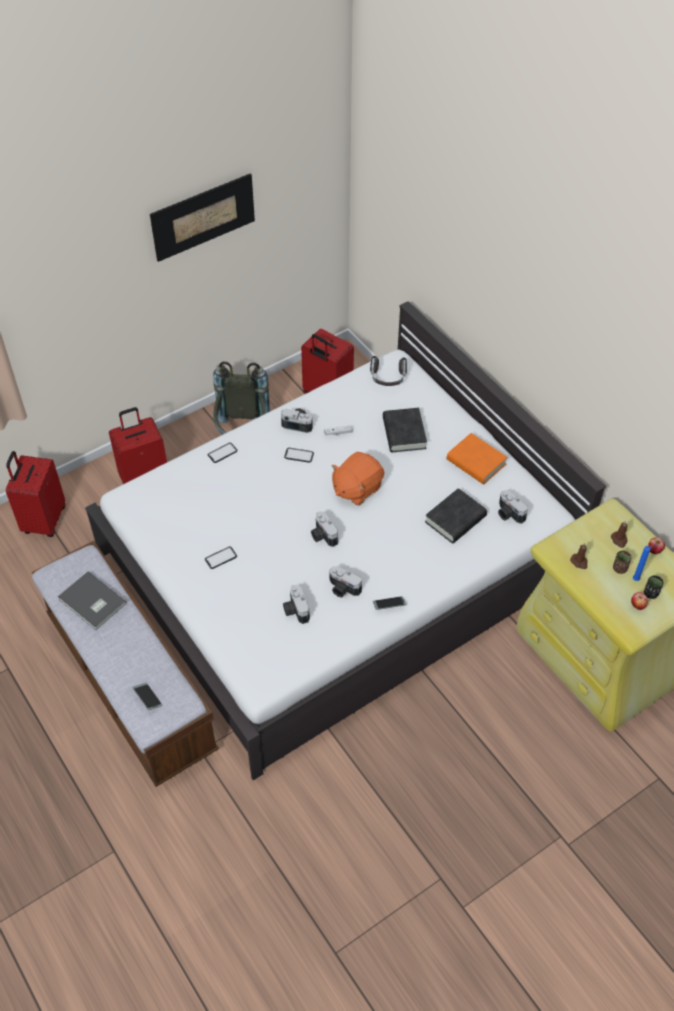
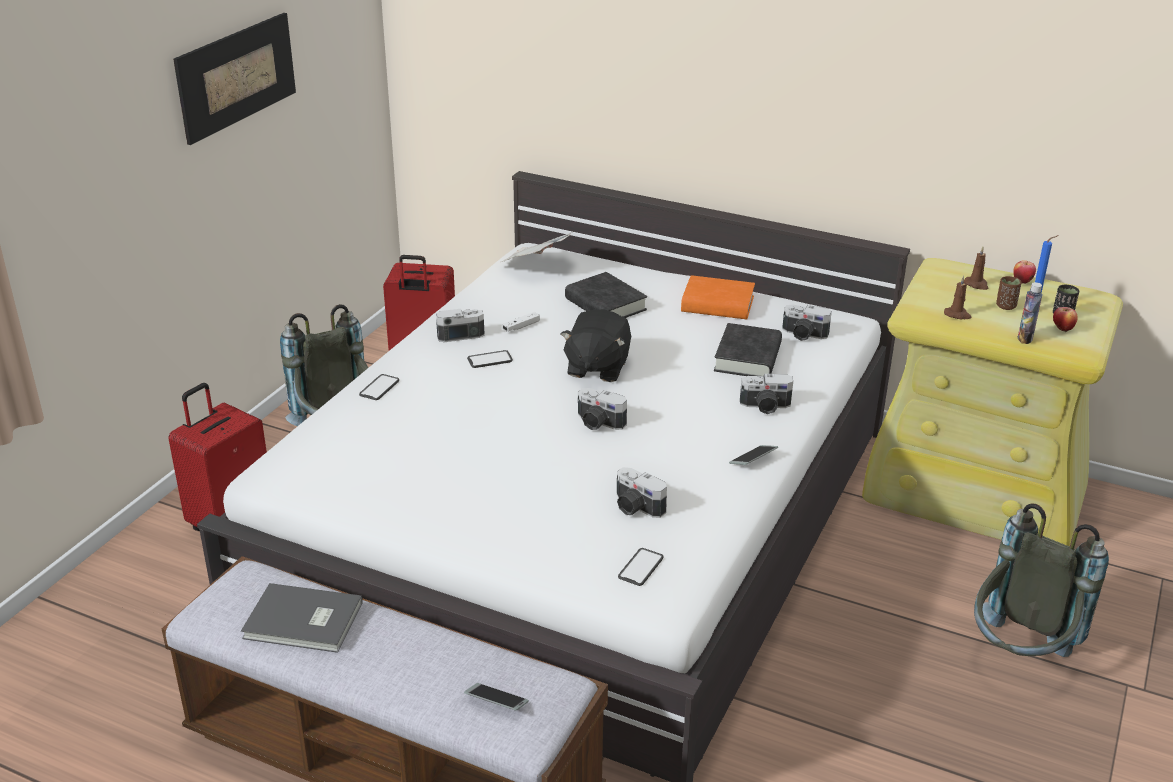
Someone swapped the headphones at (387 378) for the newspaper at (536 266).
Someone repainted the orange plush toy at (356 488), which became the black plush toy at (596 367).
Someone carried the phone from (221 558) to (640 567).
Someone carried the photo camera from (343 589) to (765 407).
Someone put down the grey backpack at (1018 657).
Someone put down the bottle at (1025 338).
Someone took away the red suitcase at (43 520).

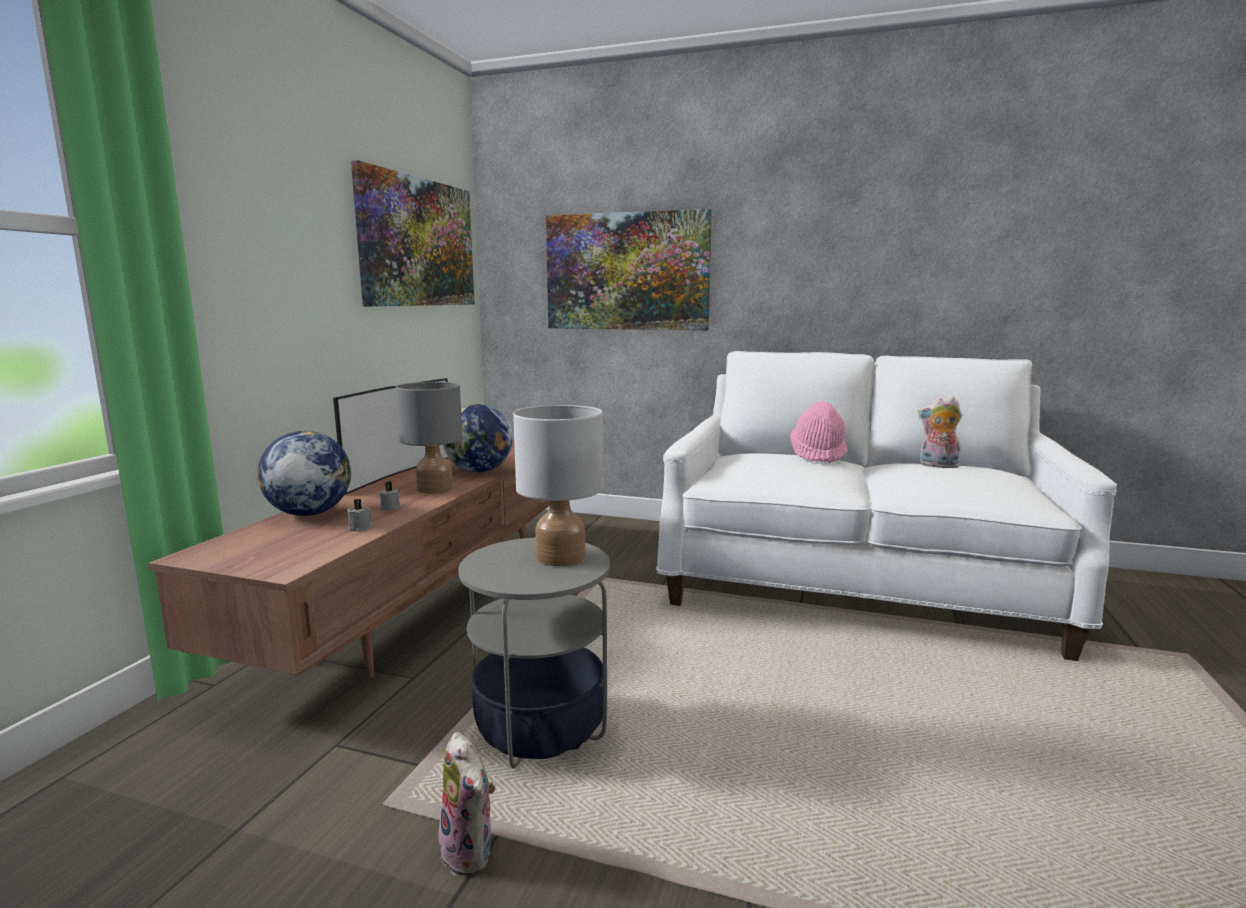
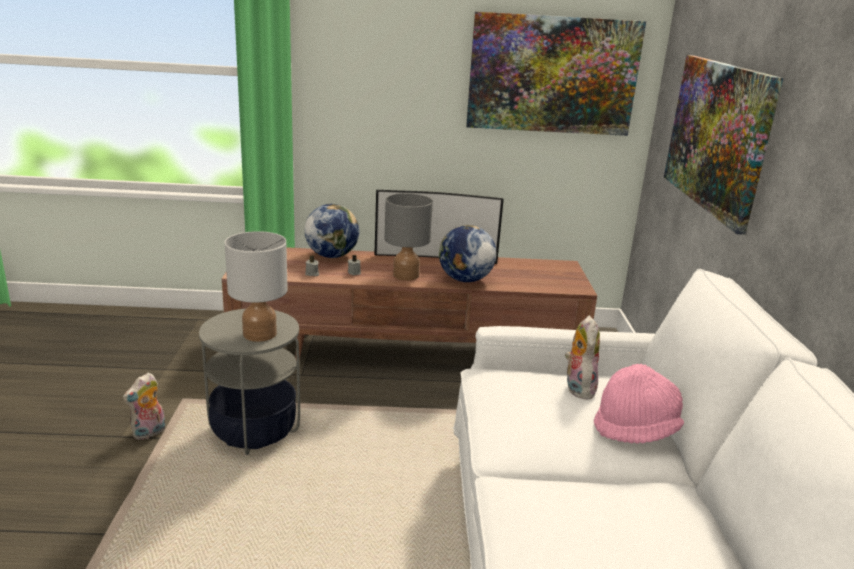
Someone carried the plush toy from (937 466) to (577 388).

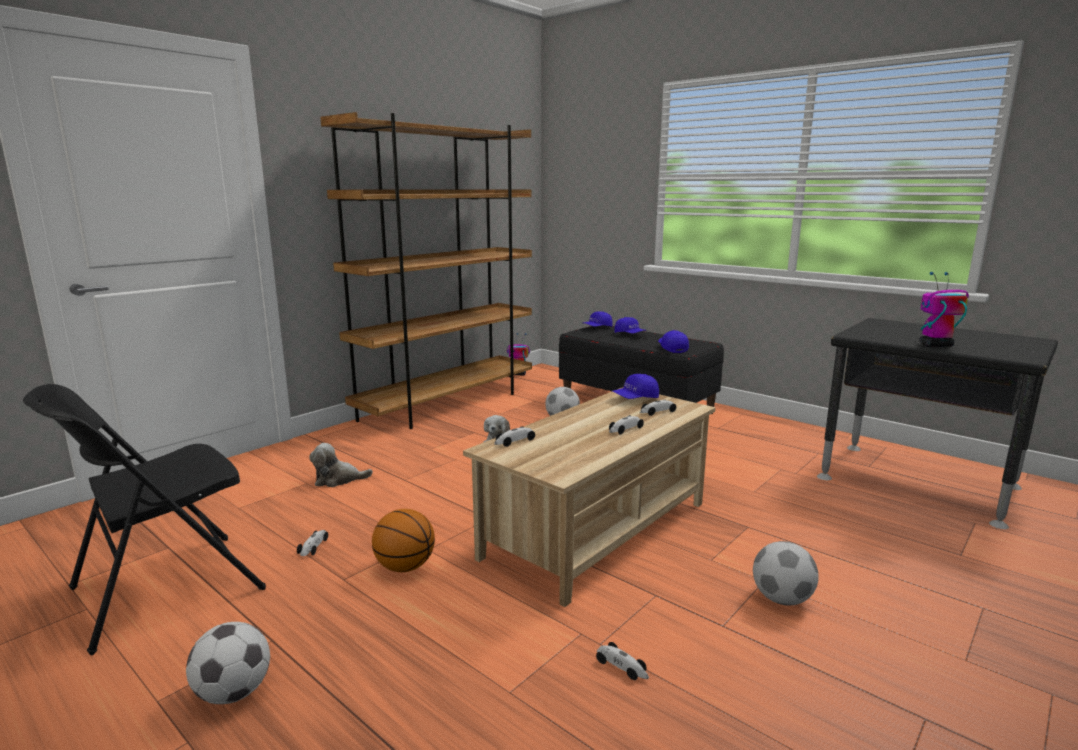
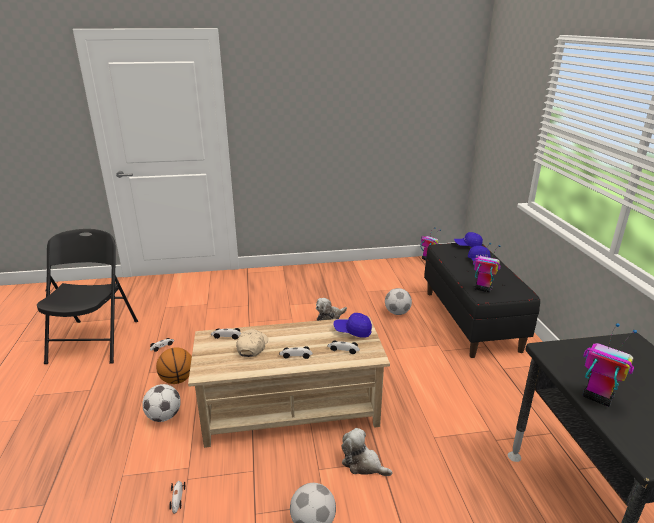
Someone rotated the black chair at (167 588) by 90 degrees clockwise.
Someone carried the football from (234 693) to (164 416).
Someone put down the beige cap at (252 347).
Someone carried the plush toy from (338 479) to (363 464).
Someone swapped the blue cap at (672 348) for the toy robot at (482 289).
Someone took away the brown bookcase at (447 404).

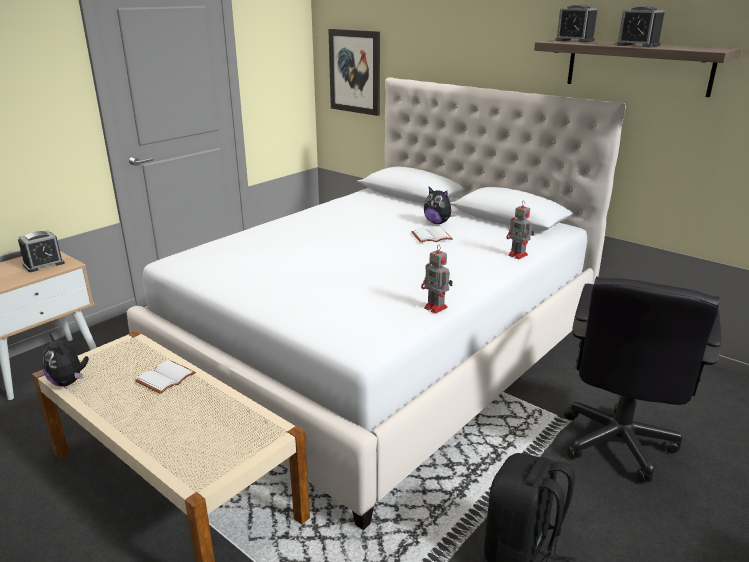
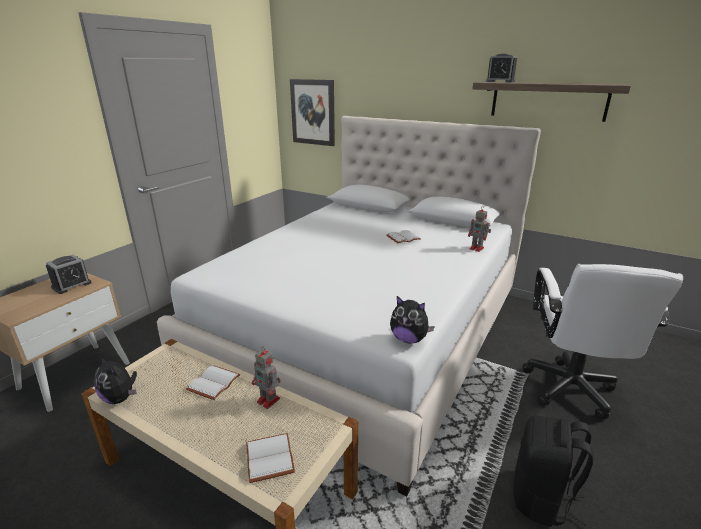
Someone put down the white book at (271 458).
Someone carried the toy robot from (436 308) to (269 401).
Someone carried the plush toy from (437 223) to (409 339).
Someone repainted the black office chair at (617 448), which became the white office chair at (570 392).
Someone took away the alarm clock at (637 45).

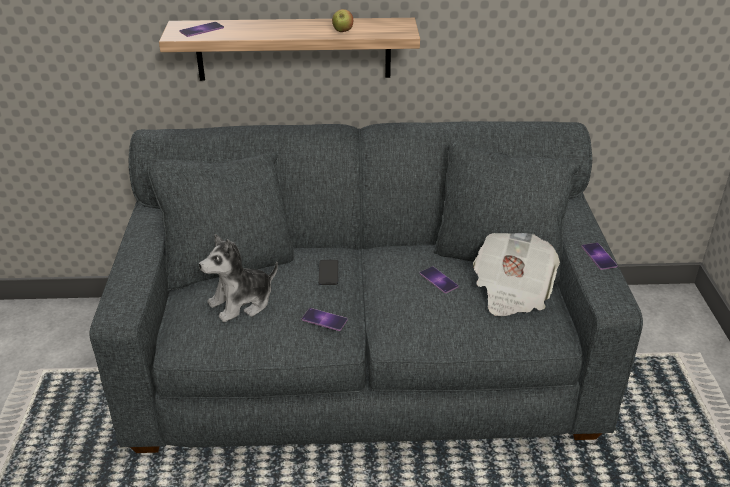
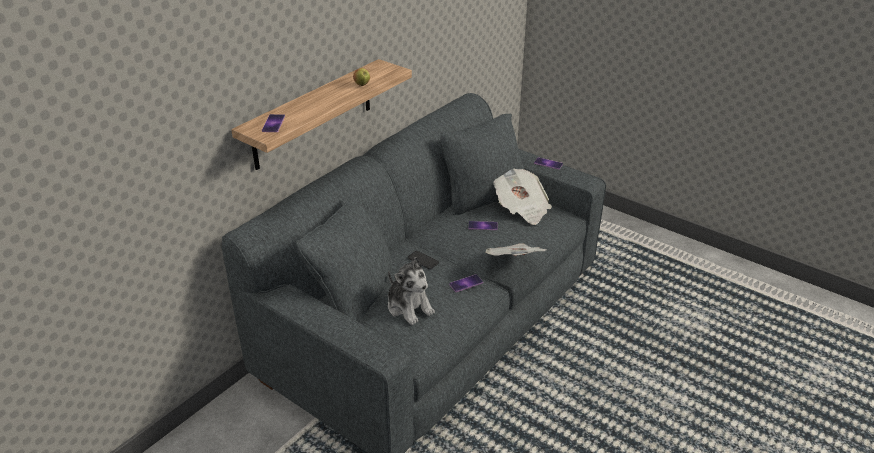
Someone rotated the plush toy at (242 302) by 45 degrees counterclockwise.
Someone put down the newspaper at (514 263).

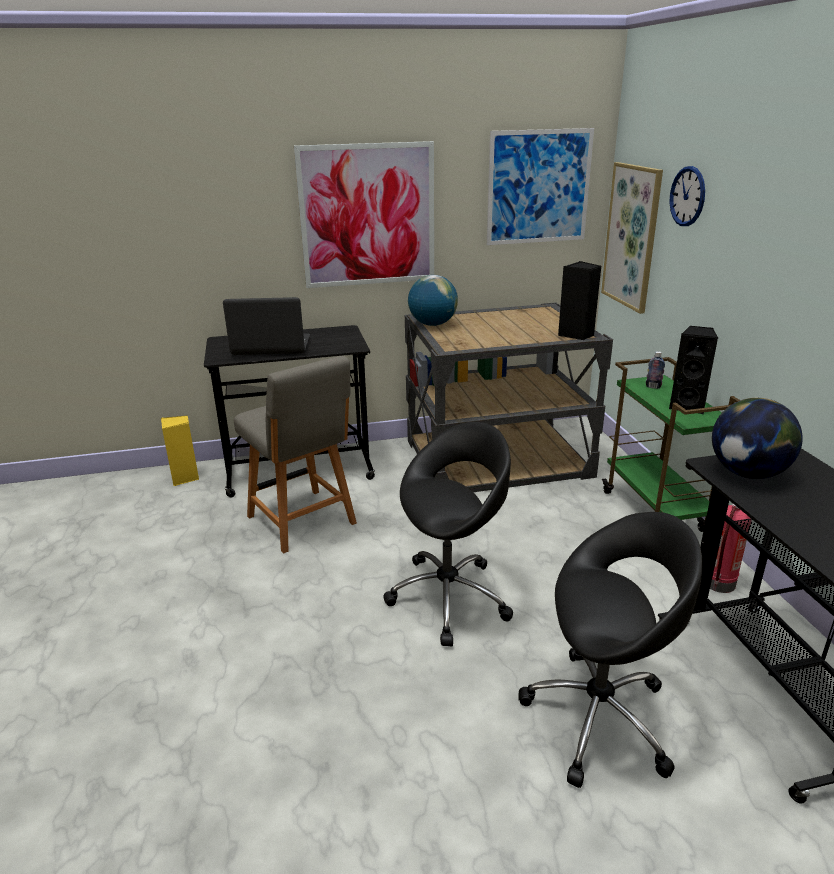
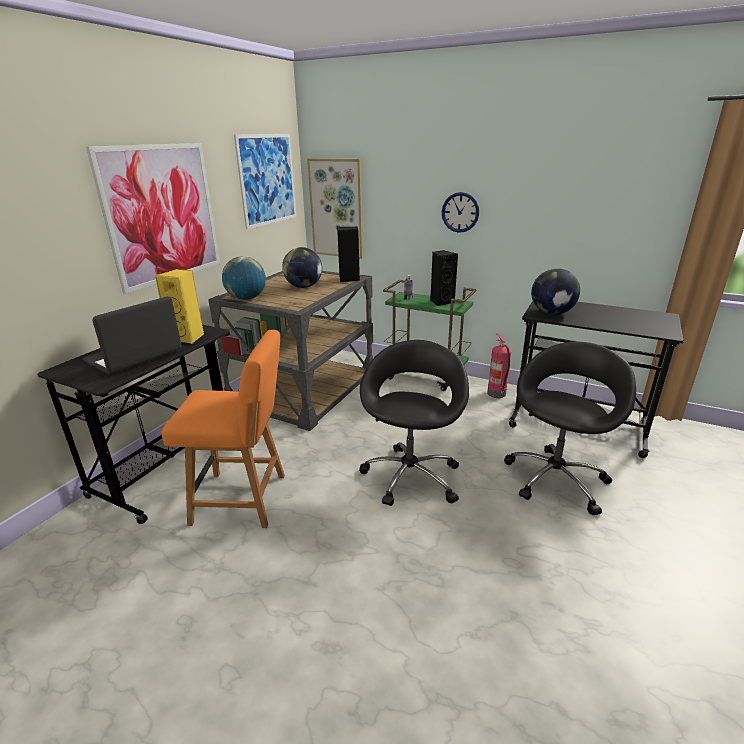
Someone carried the yellow speaker from (185 478) to (188 337).
Someone repainted the grey chair at (303 522), which became the orange chair at (243 499).
Someone put down the globe at (304 287).
Someone carried the wall clock from (687 196) to (460 212).

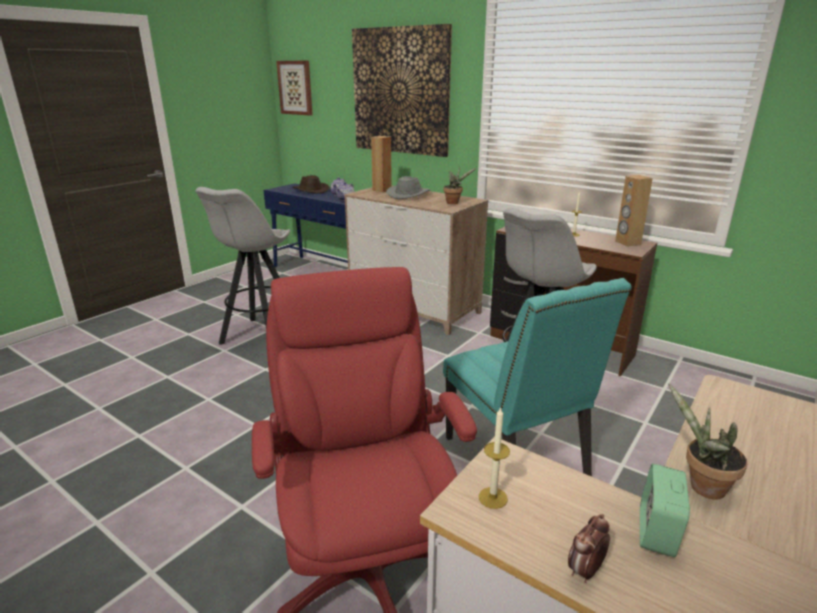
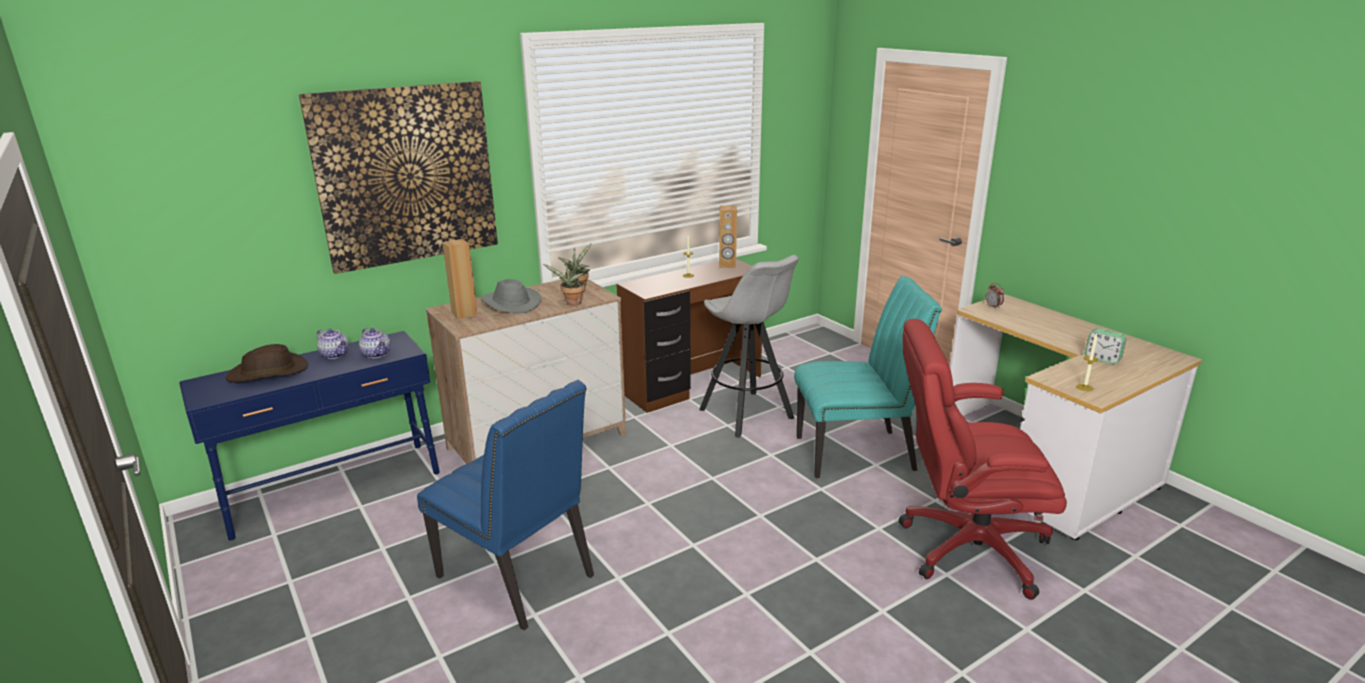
Someone swapped the grey stool at (260 336) for the blue chair at (514 576).
Someone carried the potted plant from (701 487) to (572 303).
Someone carried the alarm clock from (585 571) to (993 307).
Someone took away the picture at (296 87).

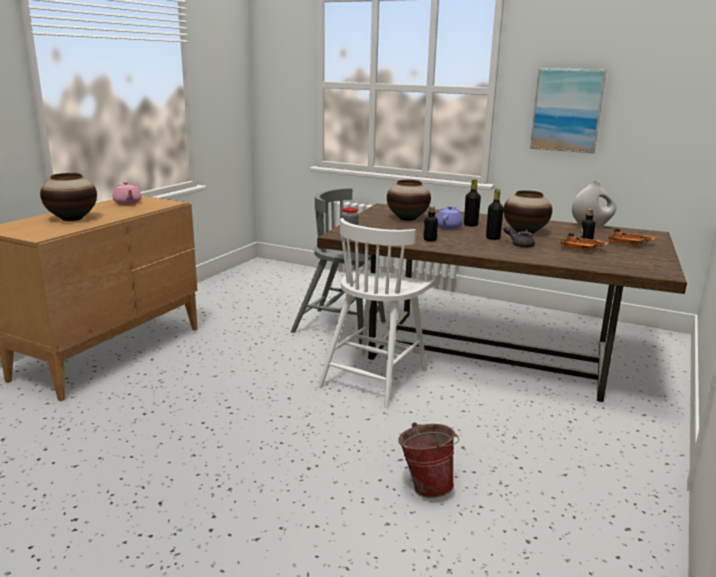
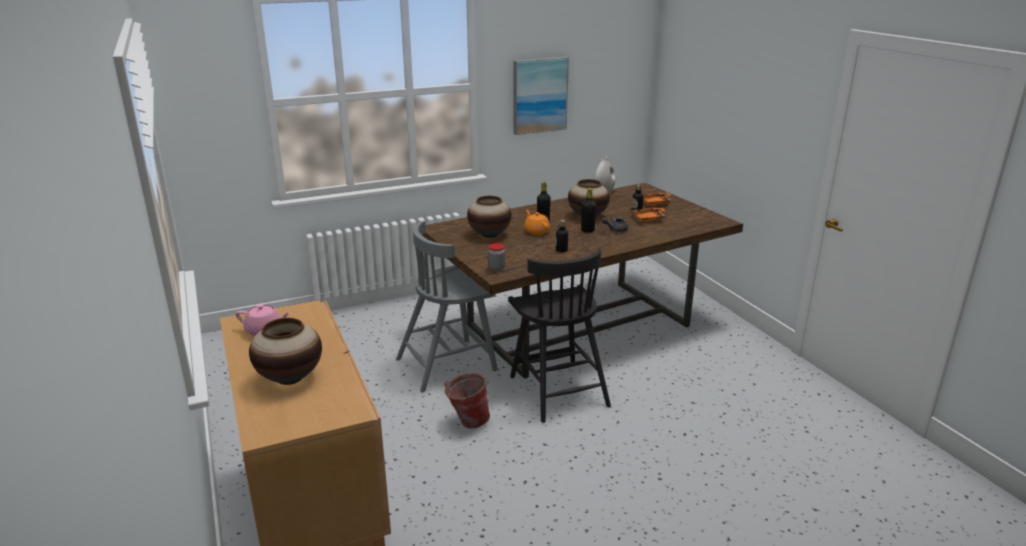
Someone carried the bucket from (426 485) to (467 421).
Someone repainted the white chair at (375 376), which became the black chair at (557 389).
Someone repainted the purple teapot at (448 227), which became the orange teapot at (536 231).

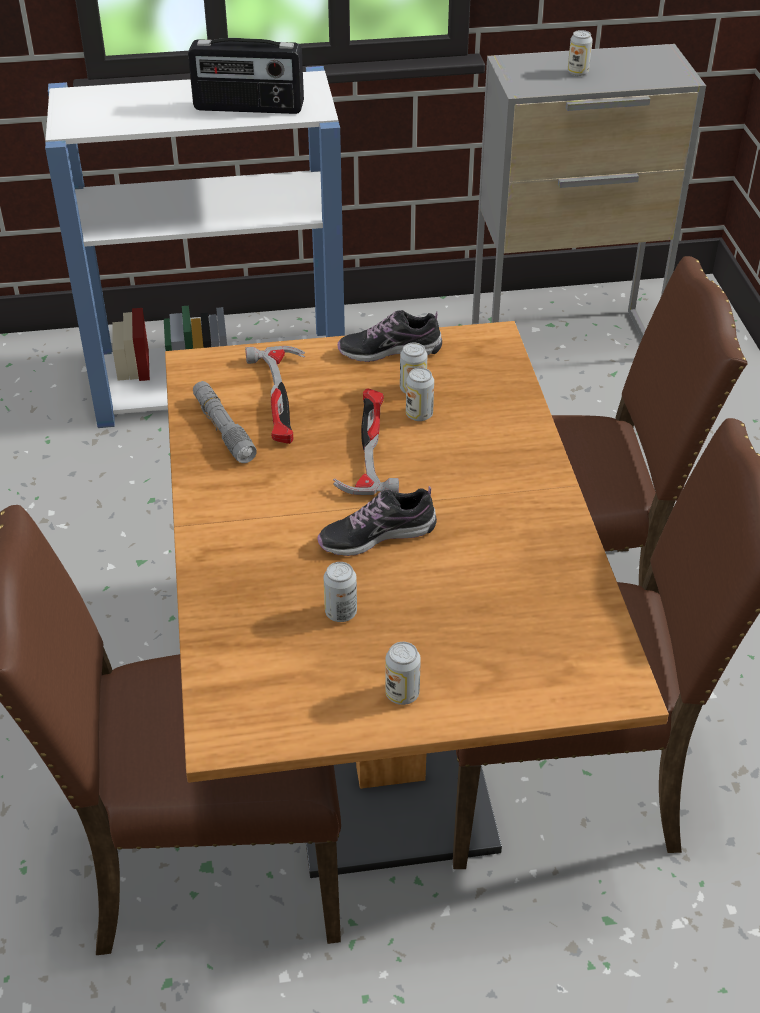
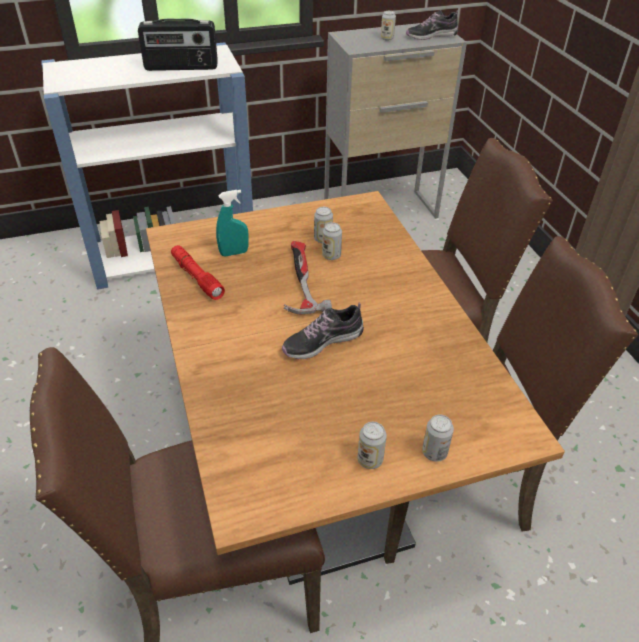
Someone repainted the grey flashlight at (223 429), which became the red flashlight at (197 277).
Someone swapped the hammer at (281 398) for the turquoise spray bottle at (234 253).
Someone carried the shoe from (389 350) to (431 36).
Someone carried the can from (341 612) to (434 452).

